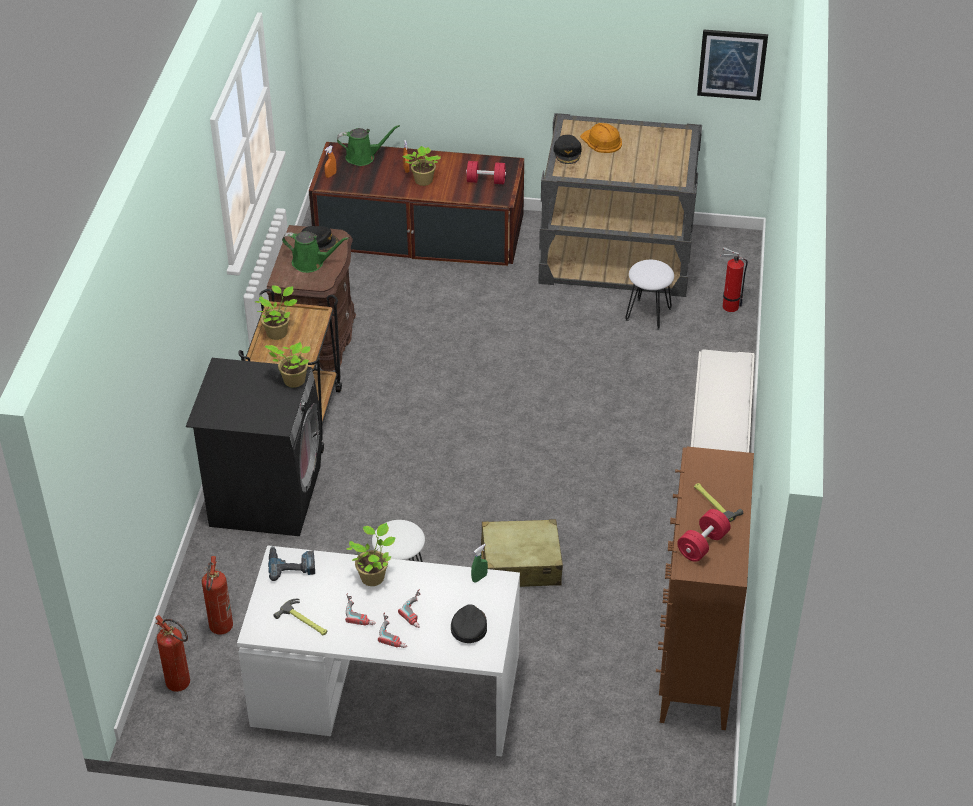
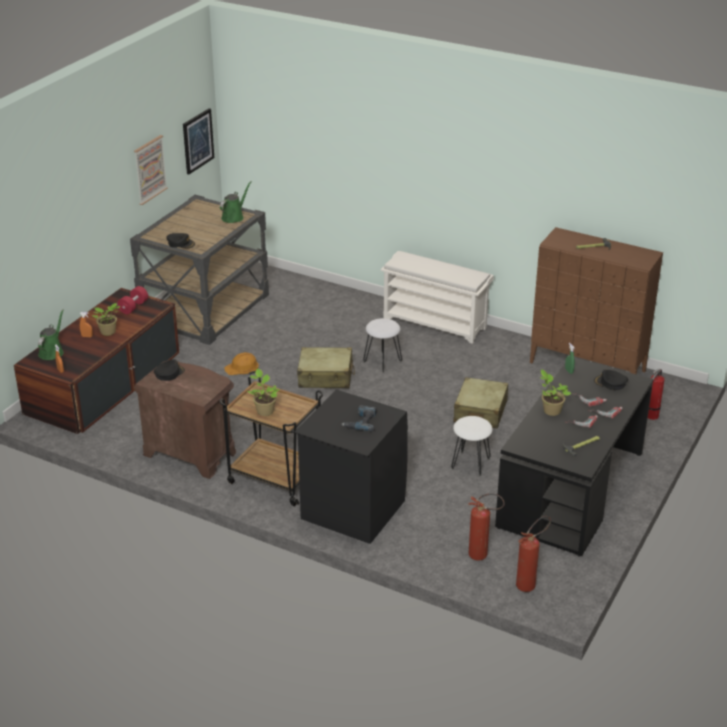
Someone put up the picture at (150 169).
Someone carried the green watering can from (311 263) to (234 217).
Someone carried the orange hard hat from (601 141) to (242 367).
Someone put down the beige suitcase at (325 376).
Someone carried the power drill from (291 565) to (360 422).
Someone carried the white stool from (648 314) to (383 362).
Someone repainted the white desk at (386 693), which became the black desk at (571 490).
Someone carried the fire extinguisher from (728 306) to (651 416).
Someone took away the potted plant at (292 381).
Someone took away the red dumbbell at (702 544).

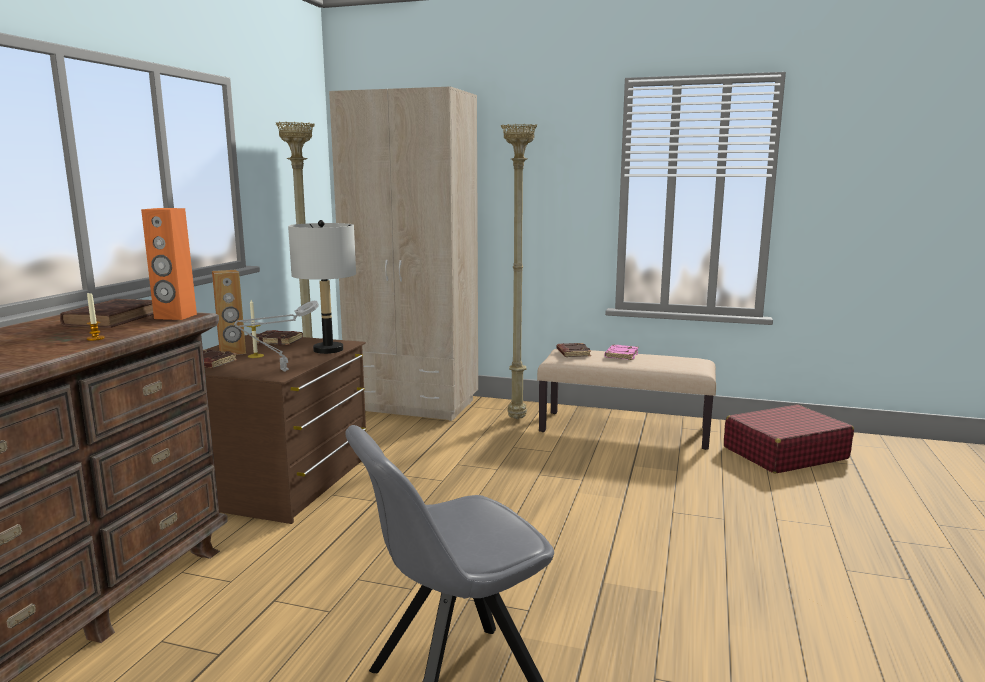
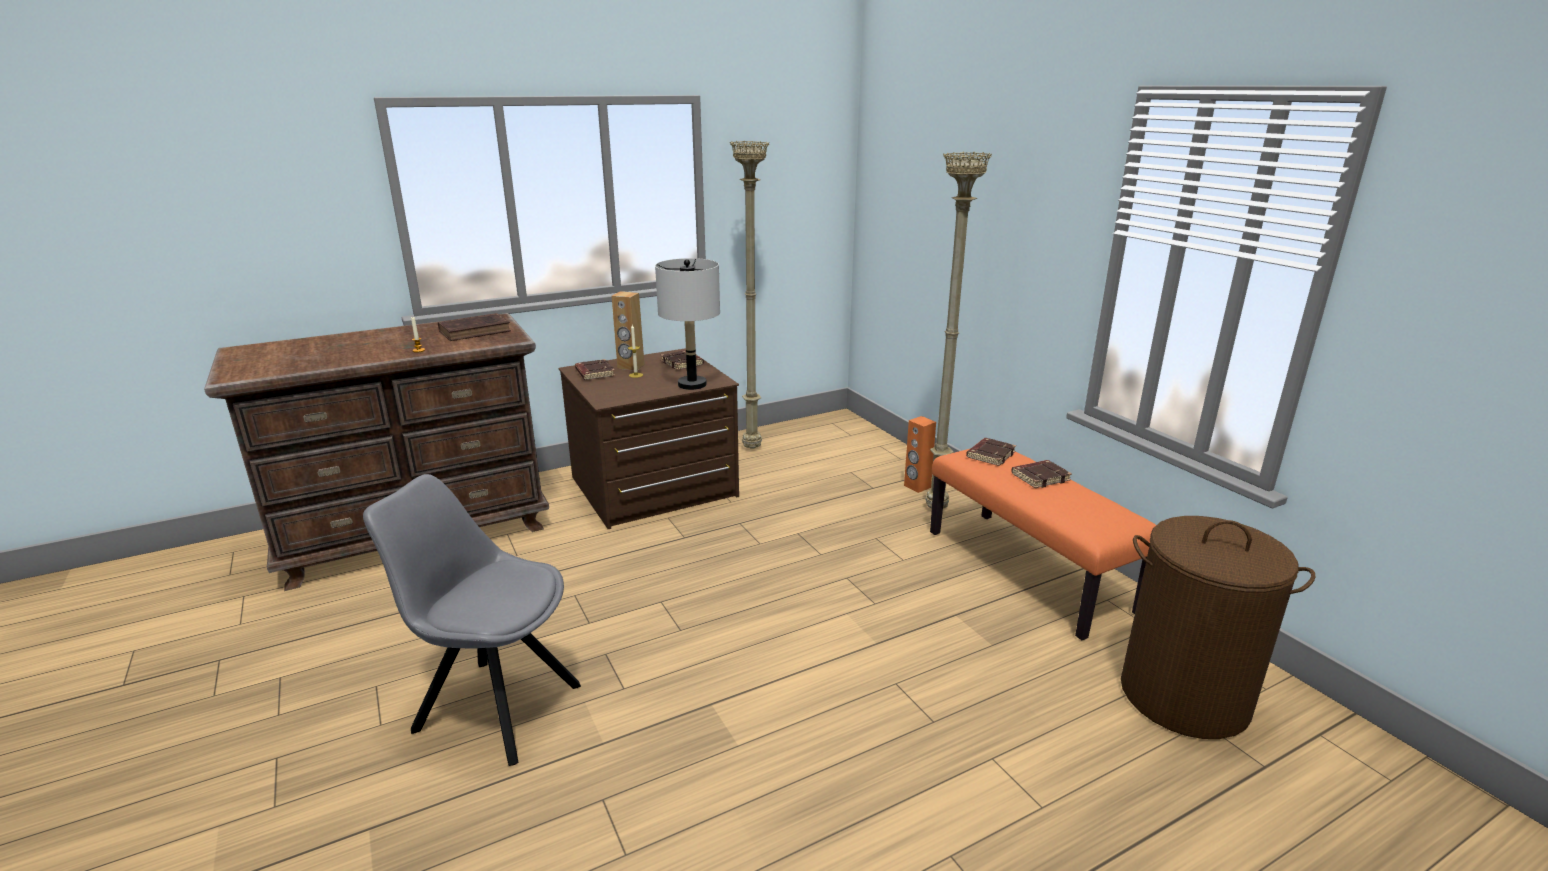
Someone carried the orange speaker from (175 316) to (917 486).
Someone repainted the beige bench at (625 429), which became the orange bench at (1029 571).
Someone repainted the pink book at (621 355), which became the brown book at (1040 477).
Someone swapped the red suitcase at (784 453) for the brown laundry basket at (1183 697).
Someone took away the grey table lamp at (281 371).
Someone took away the beige wardrobe at (414 405).

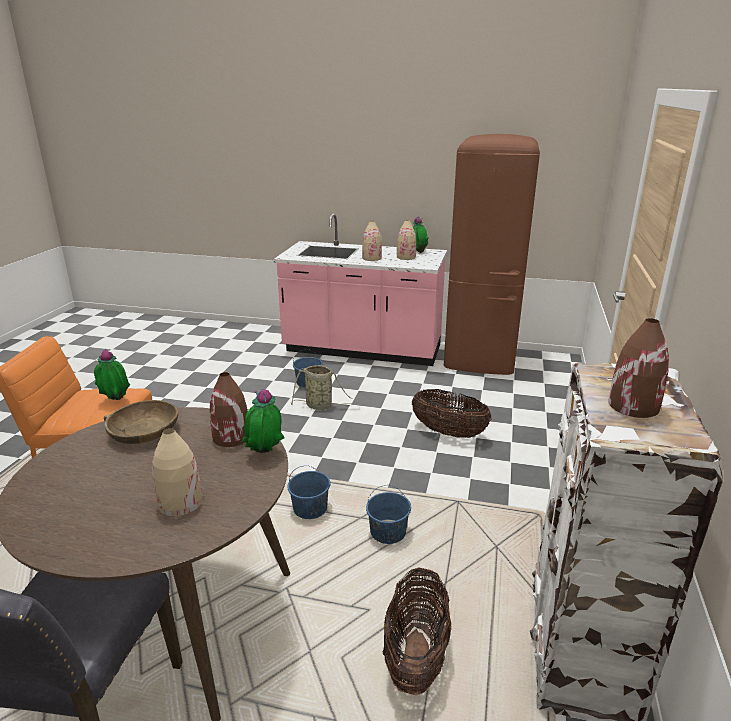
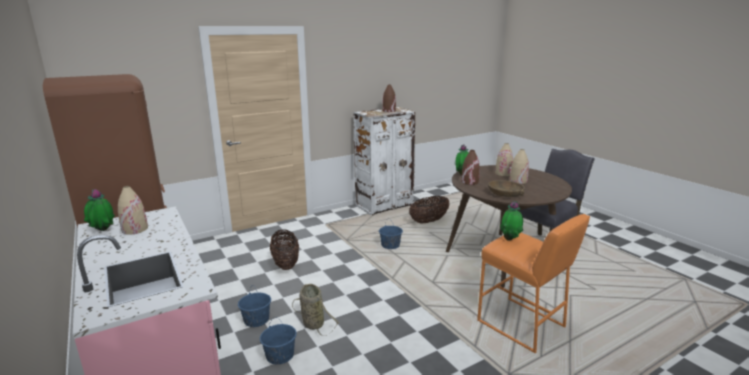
Someone carried the blue bucket from (310 508) to (256 319).
Someone carried the beige vase from (372 258) to (518 181).

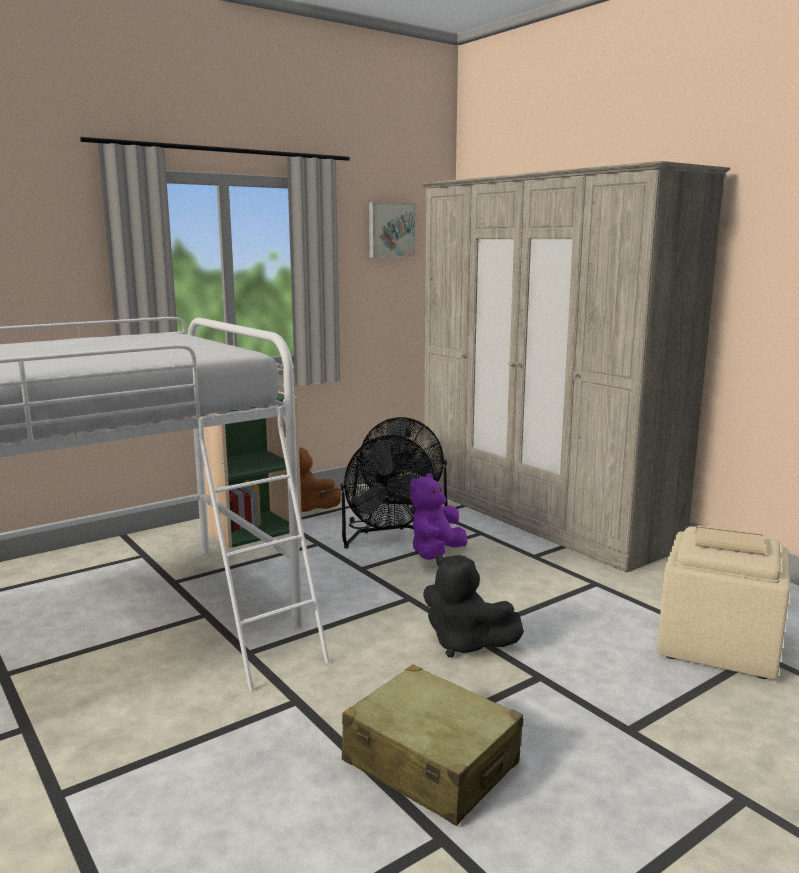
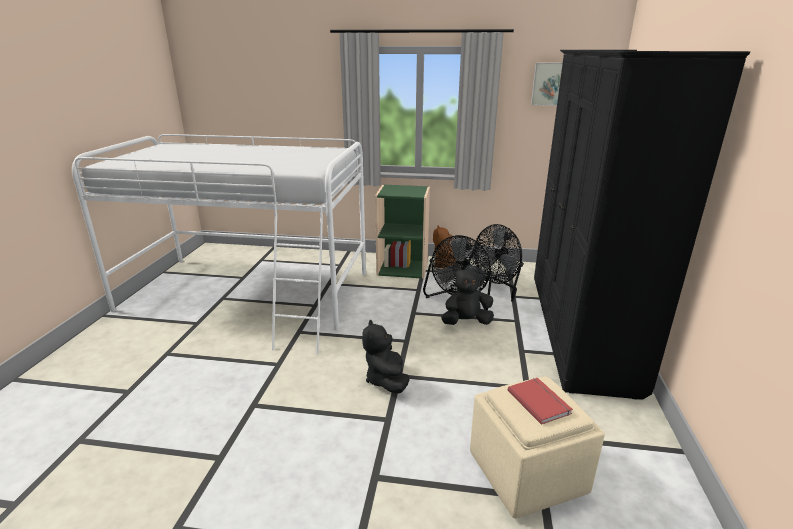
Someone repainted the purple plush toy at (436 554), which became the black plush toy at (466 322).
Someone repainted the beige book at (728 542), which became the red book at (540 401).
Someone repainted the beige wardrobe at (541 517), which became the black wardrobe at (579 327).
Someone took away the beige suitcase at (431 763).

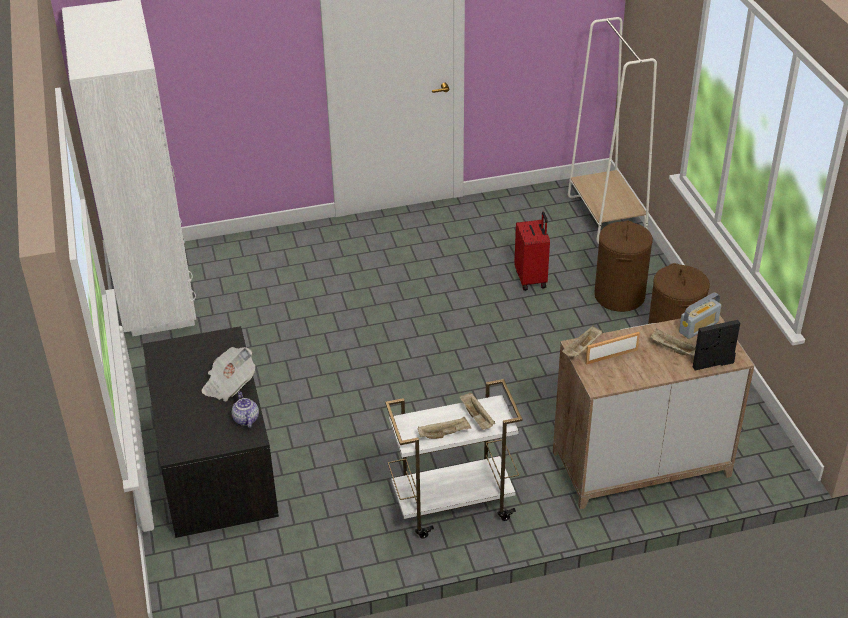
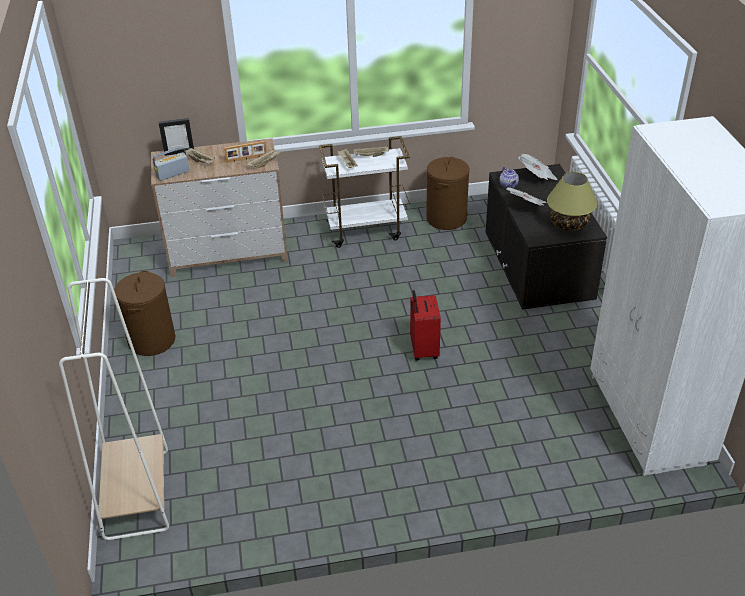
Someone carried the red suitcase from (531 279) to (423 350).
Someone carried the brown laundry basket from (619 296) to (446 218).
Someone put down the newspaper at (537 176).
Someone put down the table lamp at (568 223).

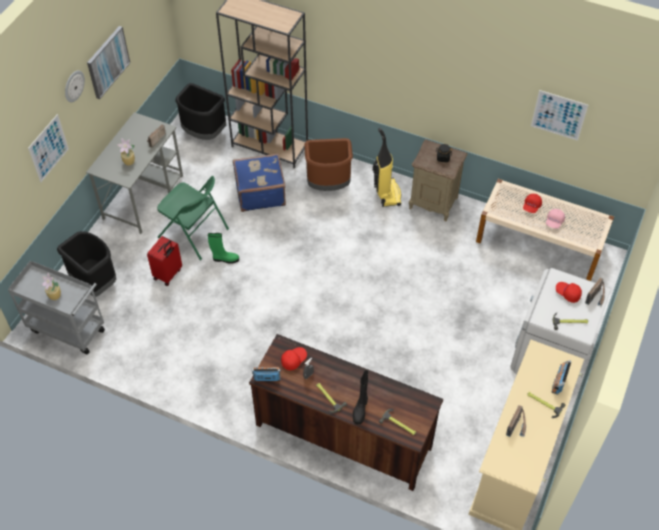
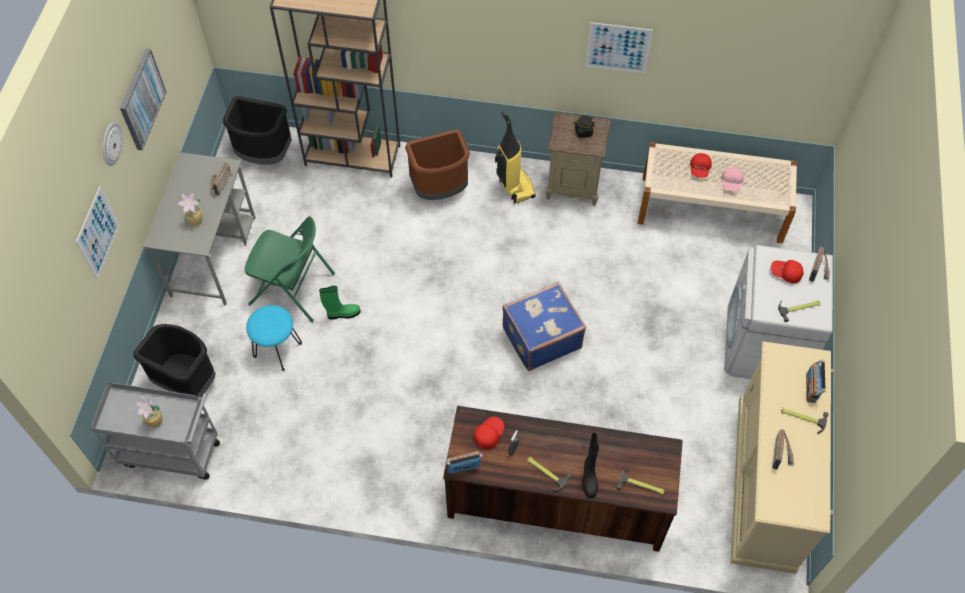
Someone swapped the red suitcase at (168 274) for the turquoise stool at (277 350).
Someone carried the blue suitcase from (260 193) to (540 337).
Someone carried the picture from (559 115) to (618 48).

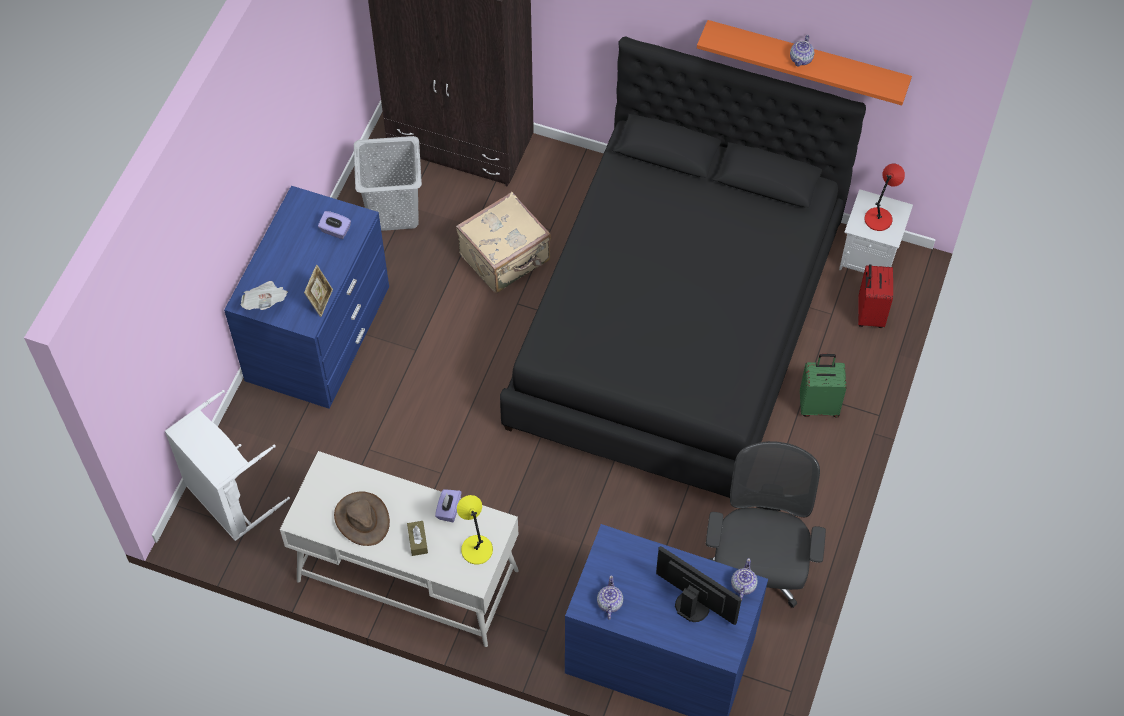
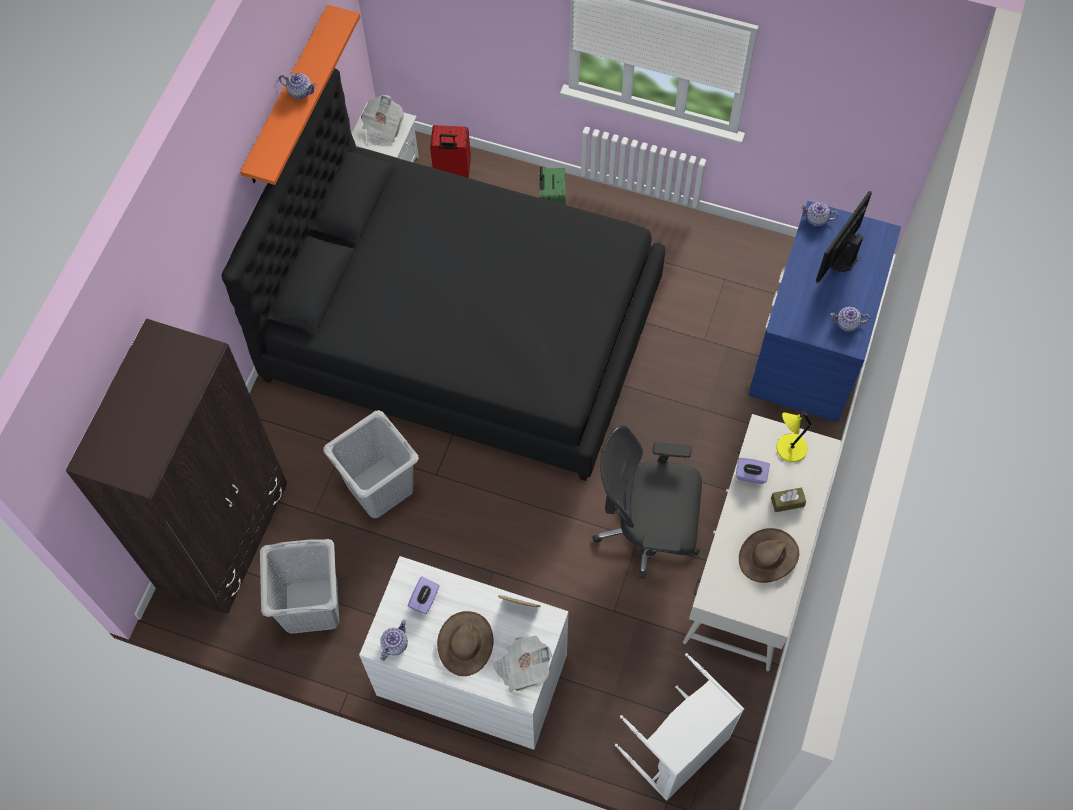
Someone swapped the beige suitcase at (506 258) for the grey laundry basket at (379 487).
Someone repainted the blue dresser at (318 333), which became the white dresser at (472 675).
Someone swapped the red table lamp at (879 218) for the newspaper at (382 129).
Someone put down the teapot at (394 644).
Someone put down the brown hat at (466 643).
Someone carried the office chair from (757 572) to (648 533).

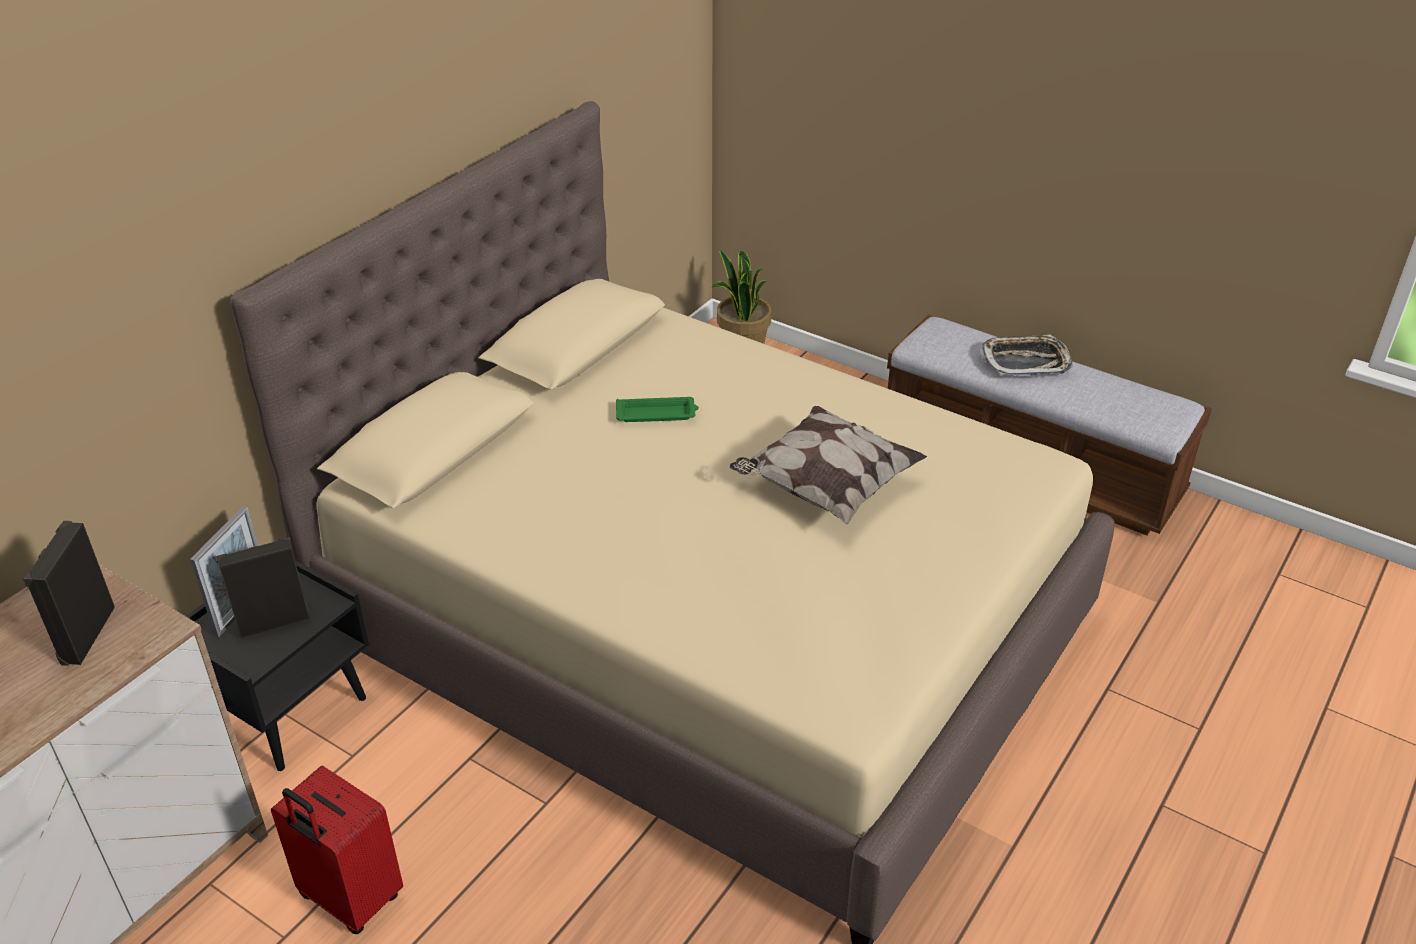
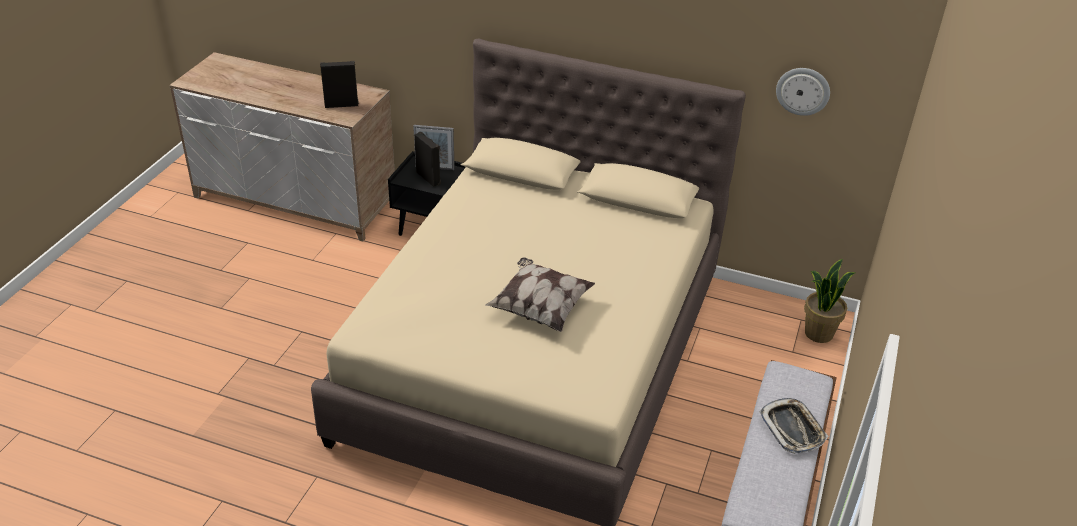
Someone put up the wall clock at (803 91).
Someone took away the red suitcase at (349 899).
Someone took away the green tray at (657 414).

